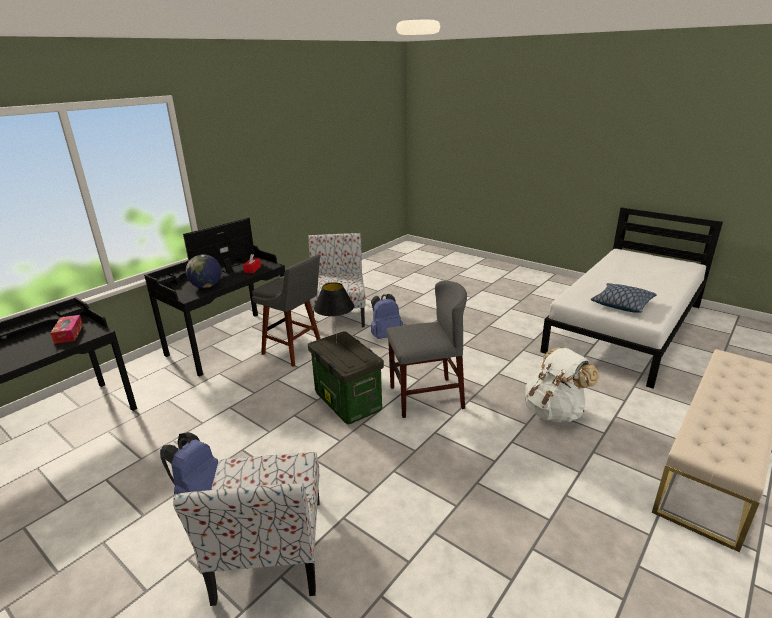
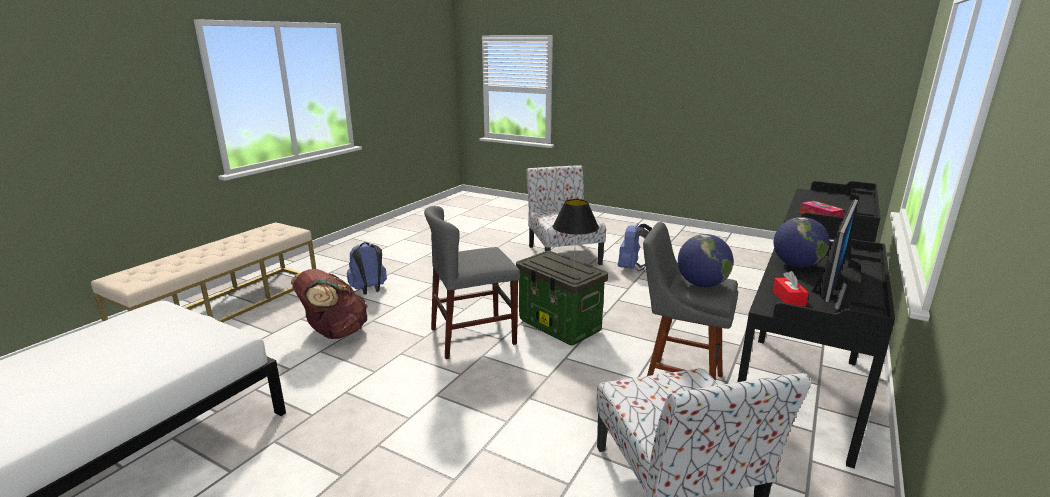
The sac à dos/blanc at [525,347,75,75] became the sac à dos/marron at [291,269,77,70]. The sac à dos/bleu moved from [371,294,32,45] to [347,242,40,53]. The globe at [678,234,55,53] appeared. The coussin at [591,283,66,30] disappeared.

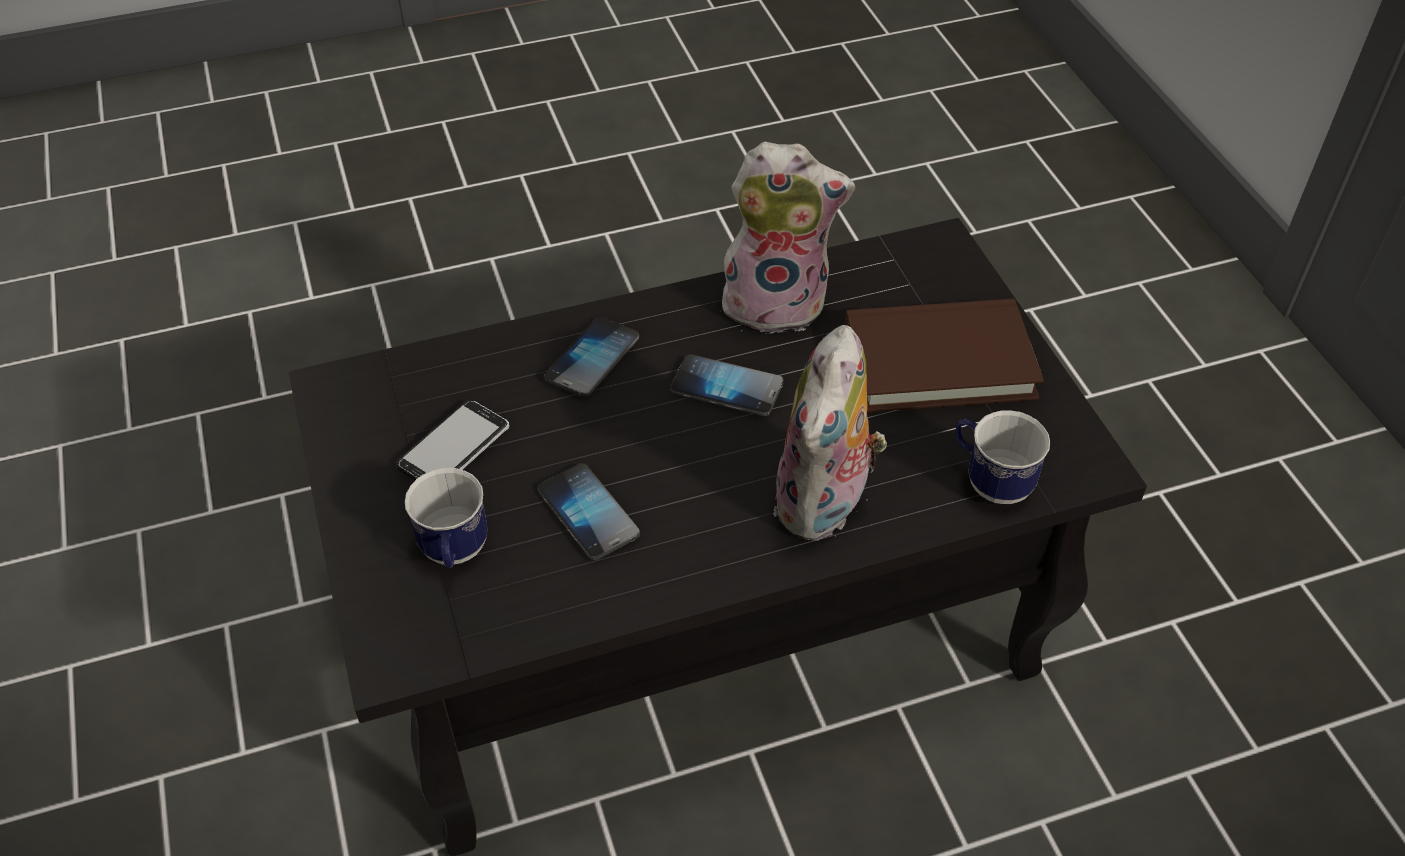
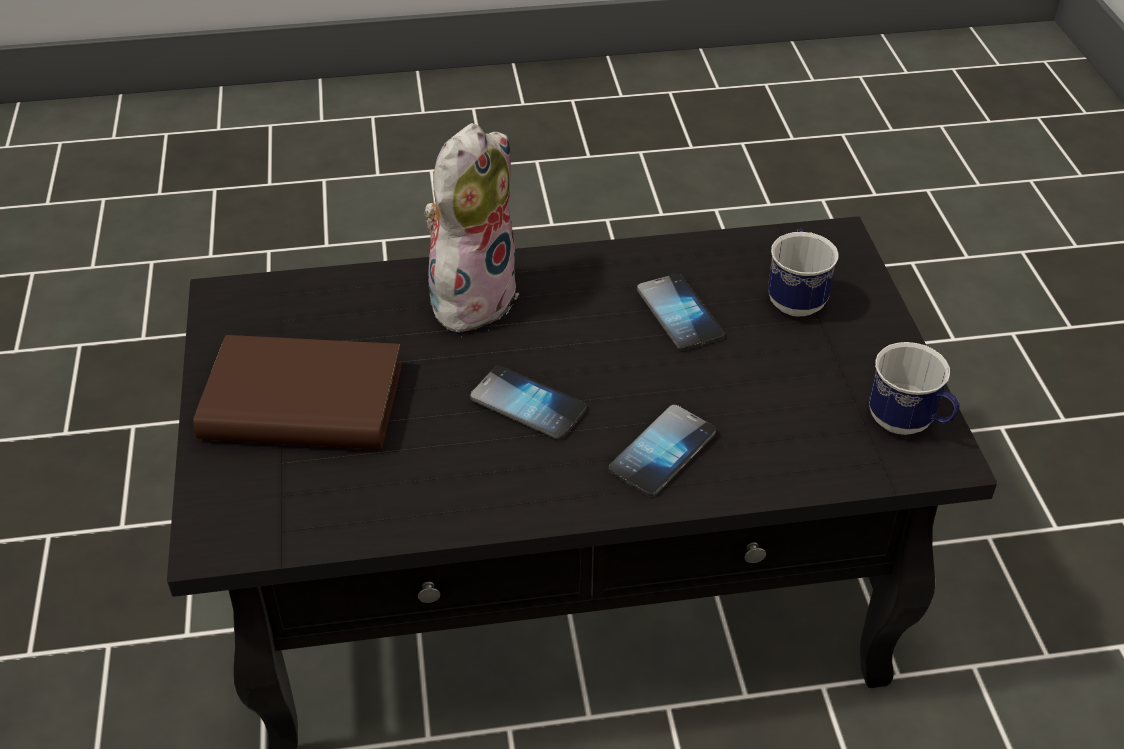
The mug moved from [955,410,95,94] to [869,342,91,93]. The téléphone at [396,400,114,80] disappeared. The peluche at [720,142,135,192] disappeared.

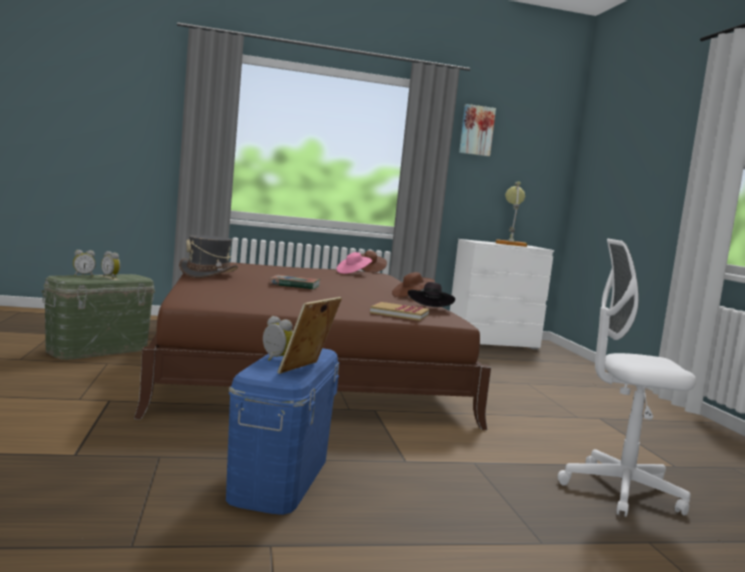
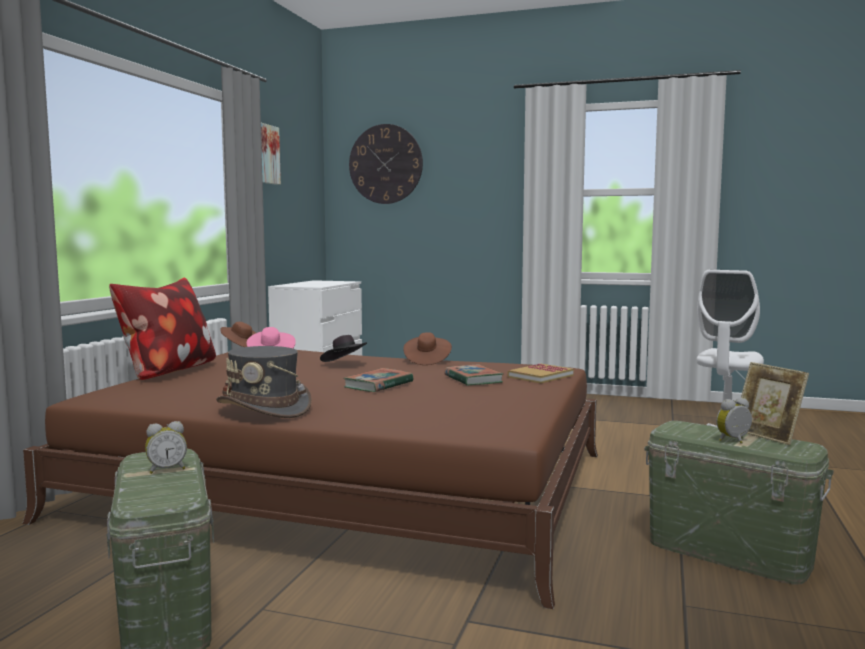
The coussin at [109,277,107,103] appeared. The chapeau/noir moved from [408,282,47,25] to [320,335,47,27]. The horloge murale at [349,124,74,80] appeared. The livre at [444,365,60,21] appeared. The boîte de rangement/bleu at [226,348,113,167] became the boîte de rangement/vert at [644,421,190,164]. The réveil at [73,250,23,27] disappeared. The lampe de table at [495,182,32,65] disappeared.

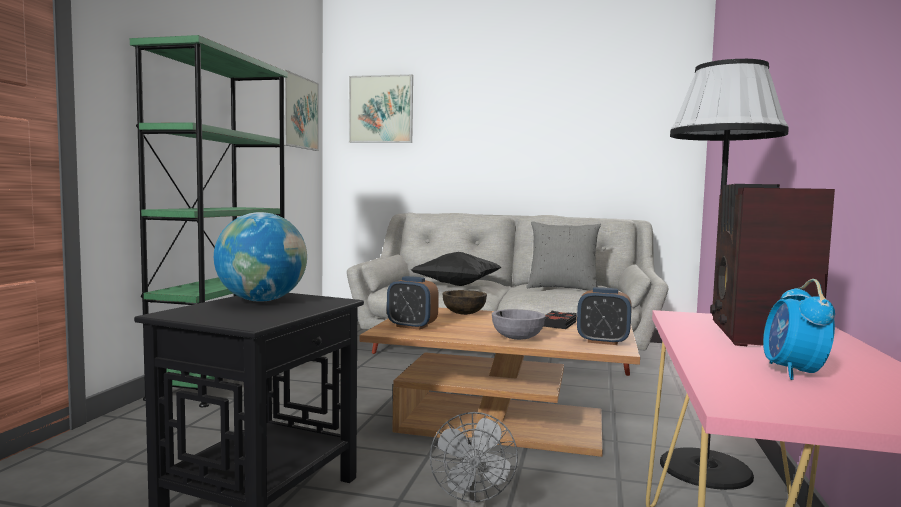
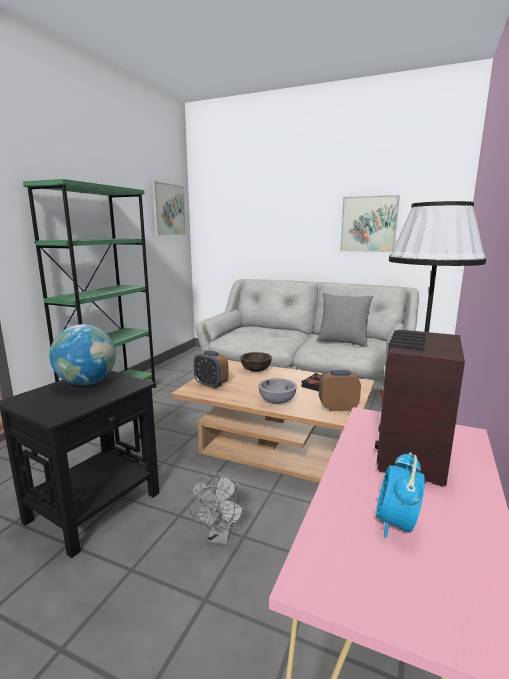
The réveil at [577,287,55,58] turned 150 degrees clockwise. The tableau moved from [349,74,64,69] to [340,195,60,57]. The coussin/noir at [411,252,90,34] disappeared.

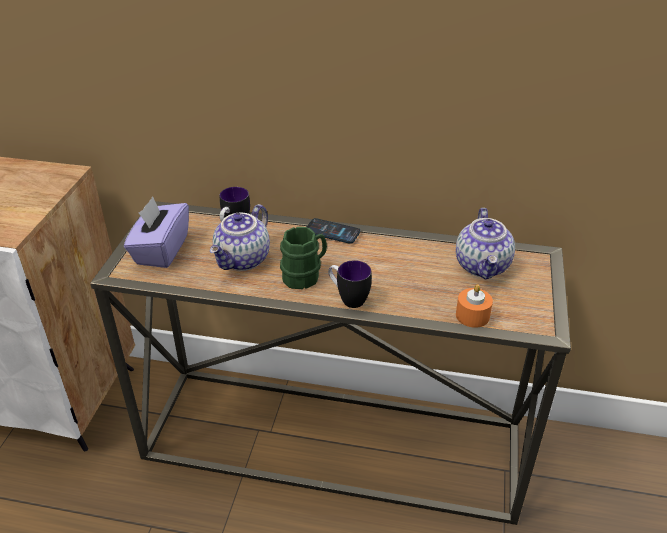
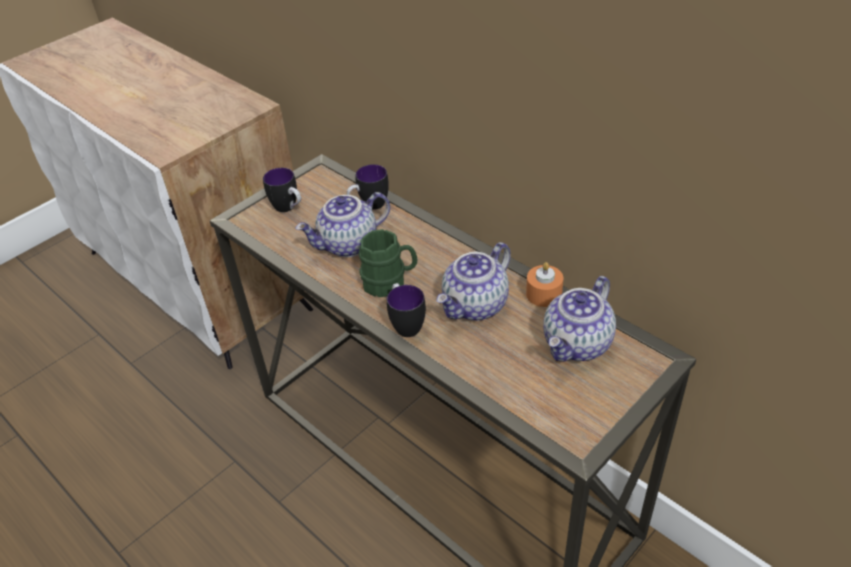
The boîte à mouchoirs/violet at [124,196,65,72] was replaced by the mug at [263,168,38,44]. The théière at [436,242,75,79] appeared. The bougie/orange moved from [456,284,37,44] to [526,262,37,45]. The téléphone at [307,218,53,26] disappeared.

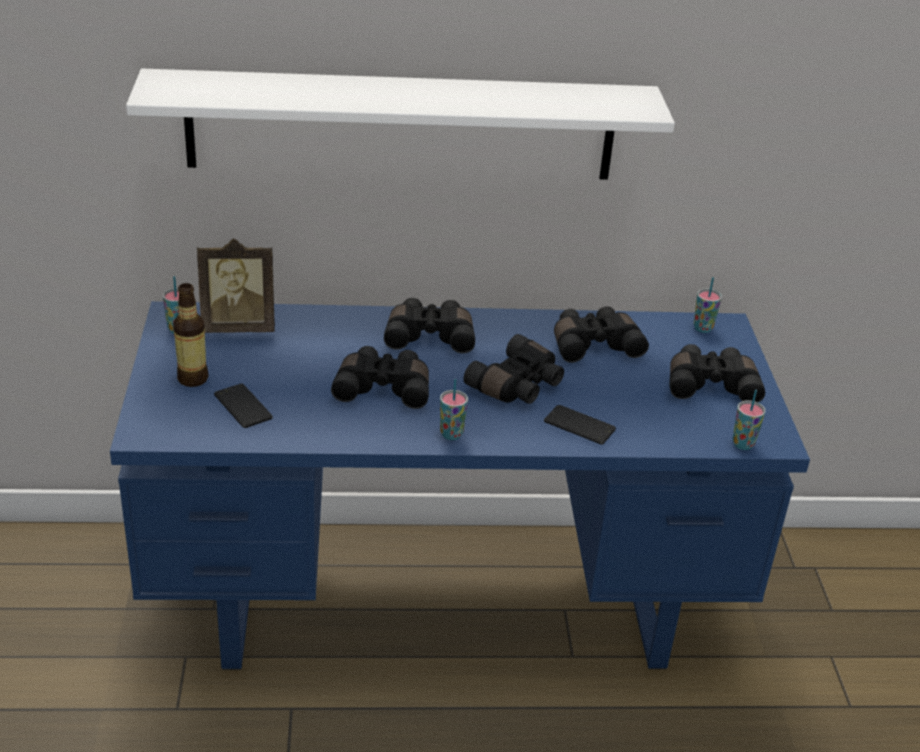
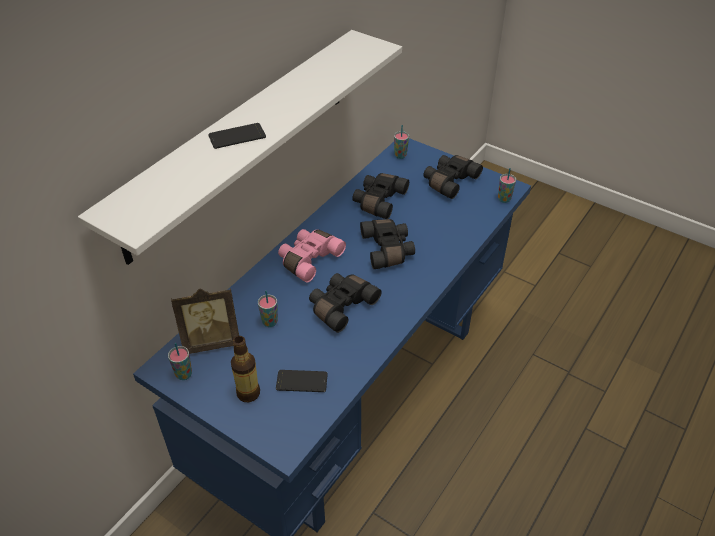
The cadre photo at [197,238,78,95] turned 45 degrees clockwise. The téléphone moved from [544,405,72,40] to [208,123,58,26]. The tasse moved from [440,379,28,61] to [258,290,20,37]. The jumelles/noir at [384,298,91,55] became the jumelles/rose at [278,229,68,53].

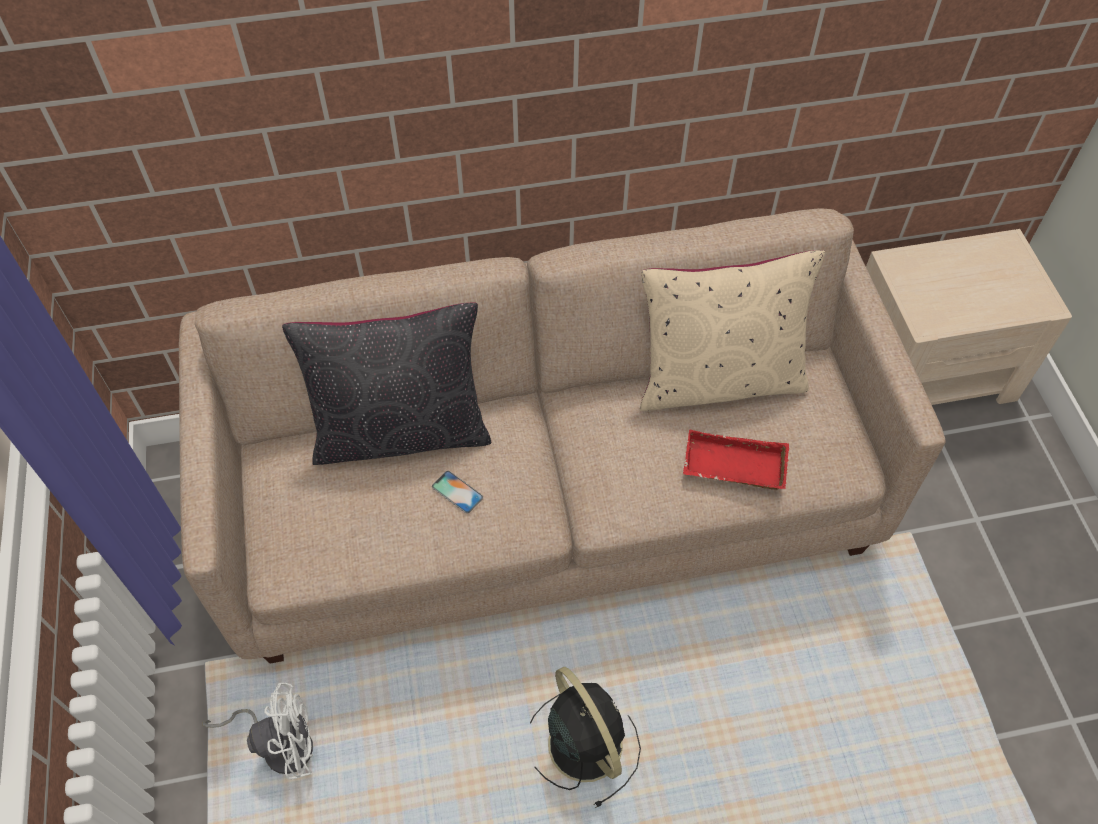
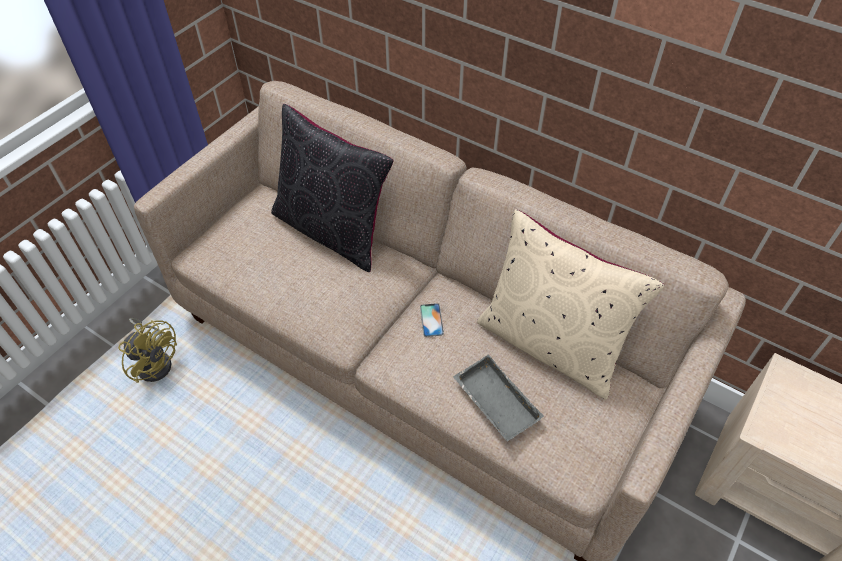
The ventilateur/blanc at [202,683,111,97] became the ventilateur/jaune at [118,318,59,65]. The téléphone moved from [432,471,51,42] to [420,303,24,34]. The plateau/rouge at [683,430,106,60] became the plateau/gris at [453,354,91,88]. The ventilateur/noir at [530,667,111,141] disappeared.

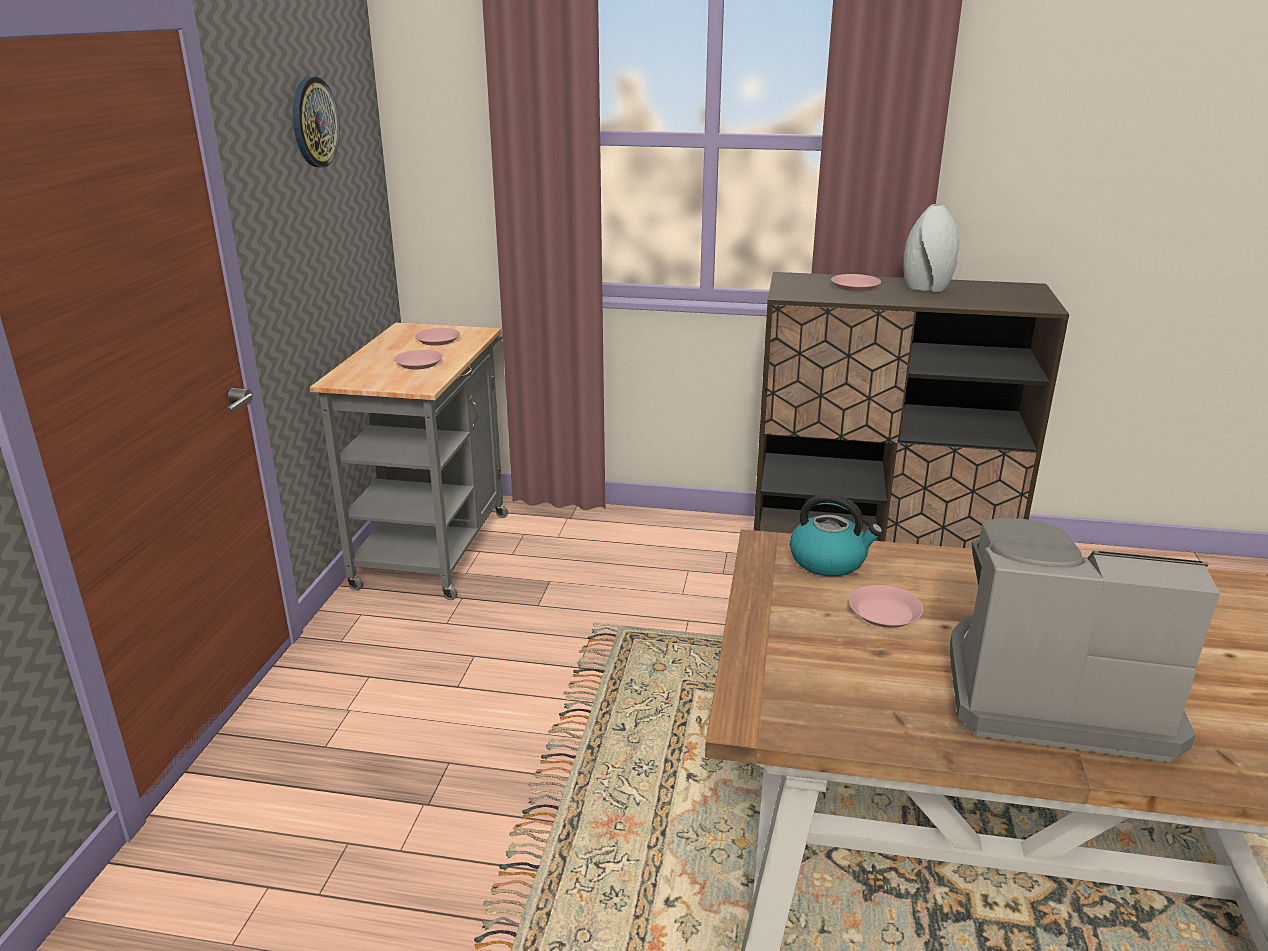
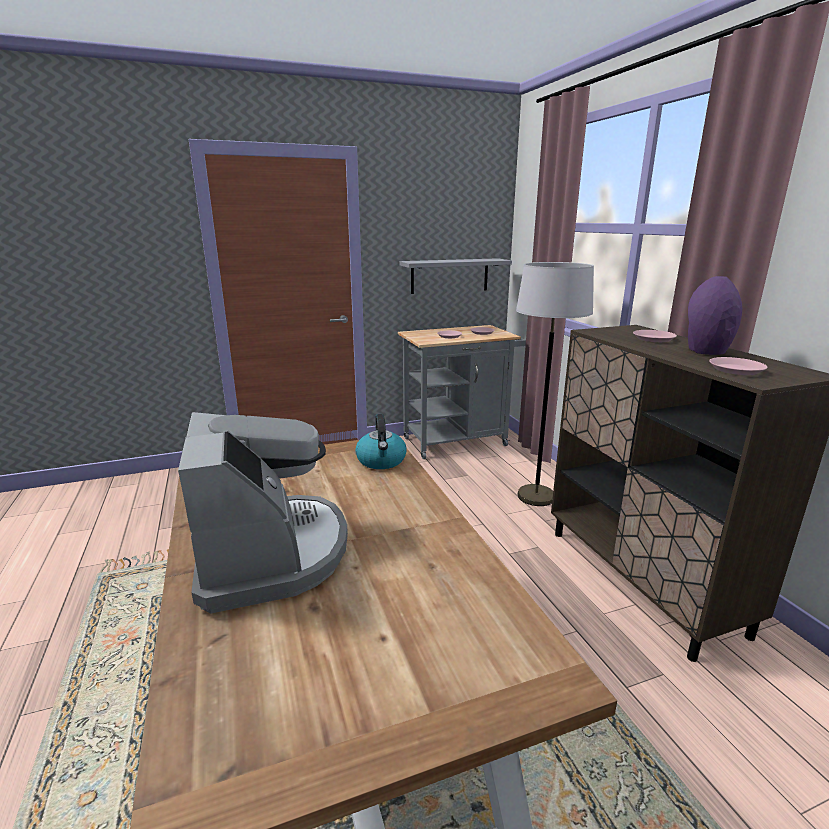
The étagère/gris at [399,258,113,36] appeared. The lampadaire/gris at [516,262,78,244] appeared. The vase/gris at [903,204,57,88] became the vase/violet at [688,276,54,79]. The assiette/rose moved from [849,585,74,43] to [709,357,59,18]. The horloge murale at [293,76,47,91] disappeared.

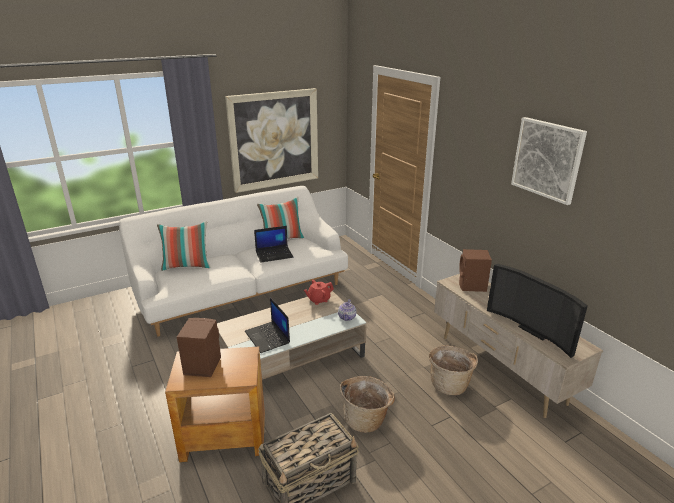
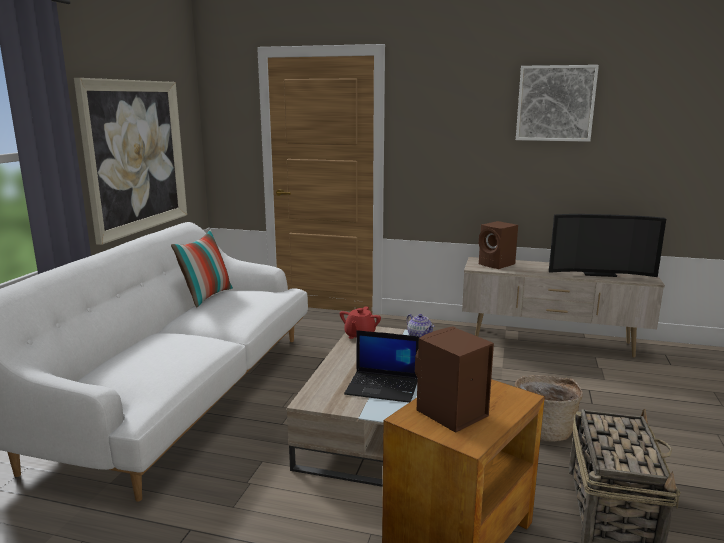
The coussin at [157,221,54,50] disappeared. The ordinateur portable at [254,226,39,37] disappeared. The panier at [429,345,49,50] disappeared.

